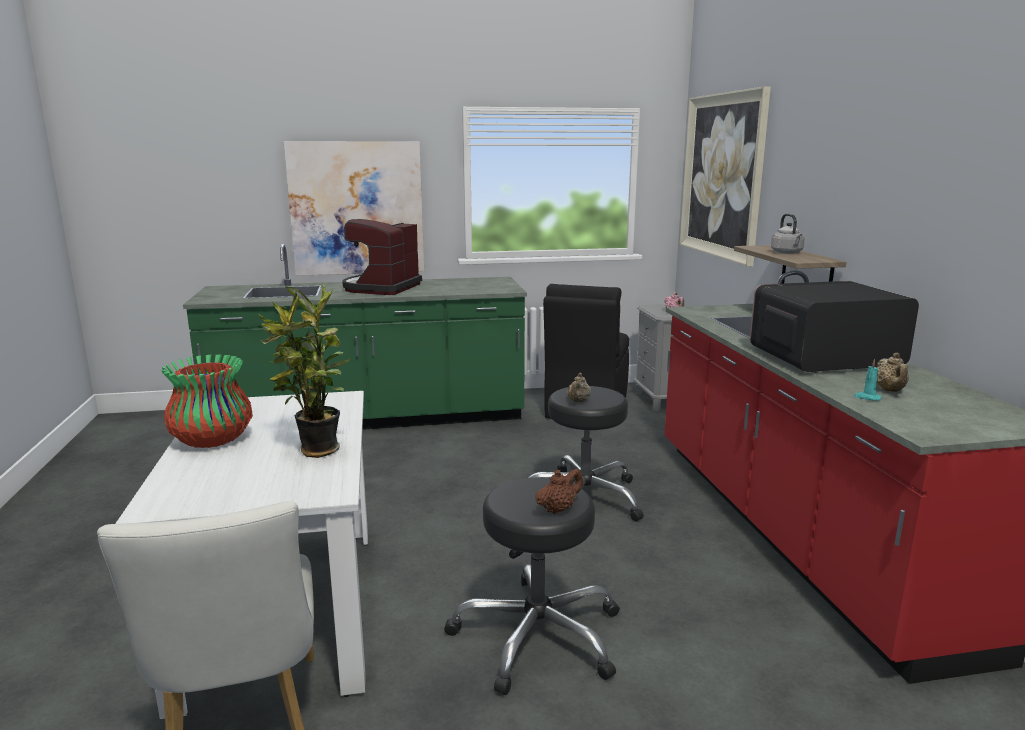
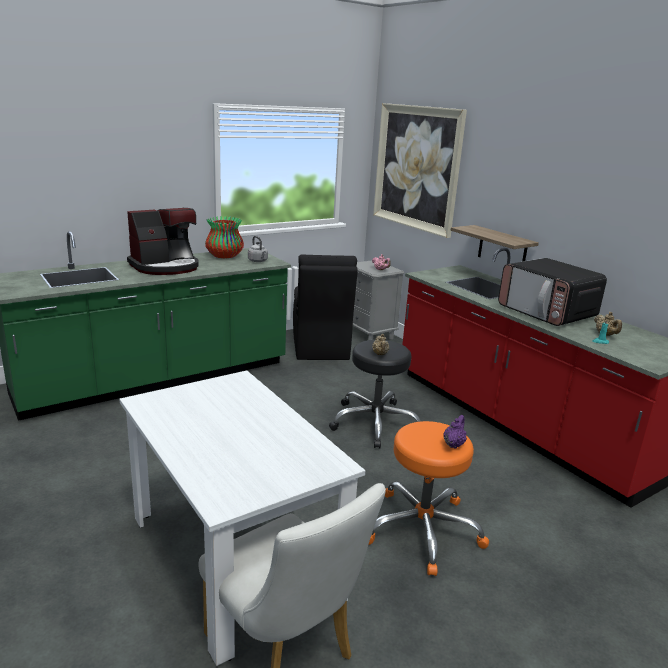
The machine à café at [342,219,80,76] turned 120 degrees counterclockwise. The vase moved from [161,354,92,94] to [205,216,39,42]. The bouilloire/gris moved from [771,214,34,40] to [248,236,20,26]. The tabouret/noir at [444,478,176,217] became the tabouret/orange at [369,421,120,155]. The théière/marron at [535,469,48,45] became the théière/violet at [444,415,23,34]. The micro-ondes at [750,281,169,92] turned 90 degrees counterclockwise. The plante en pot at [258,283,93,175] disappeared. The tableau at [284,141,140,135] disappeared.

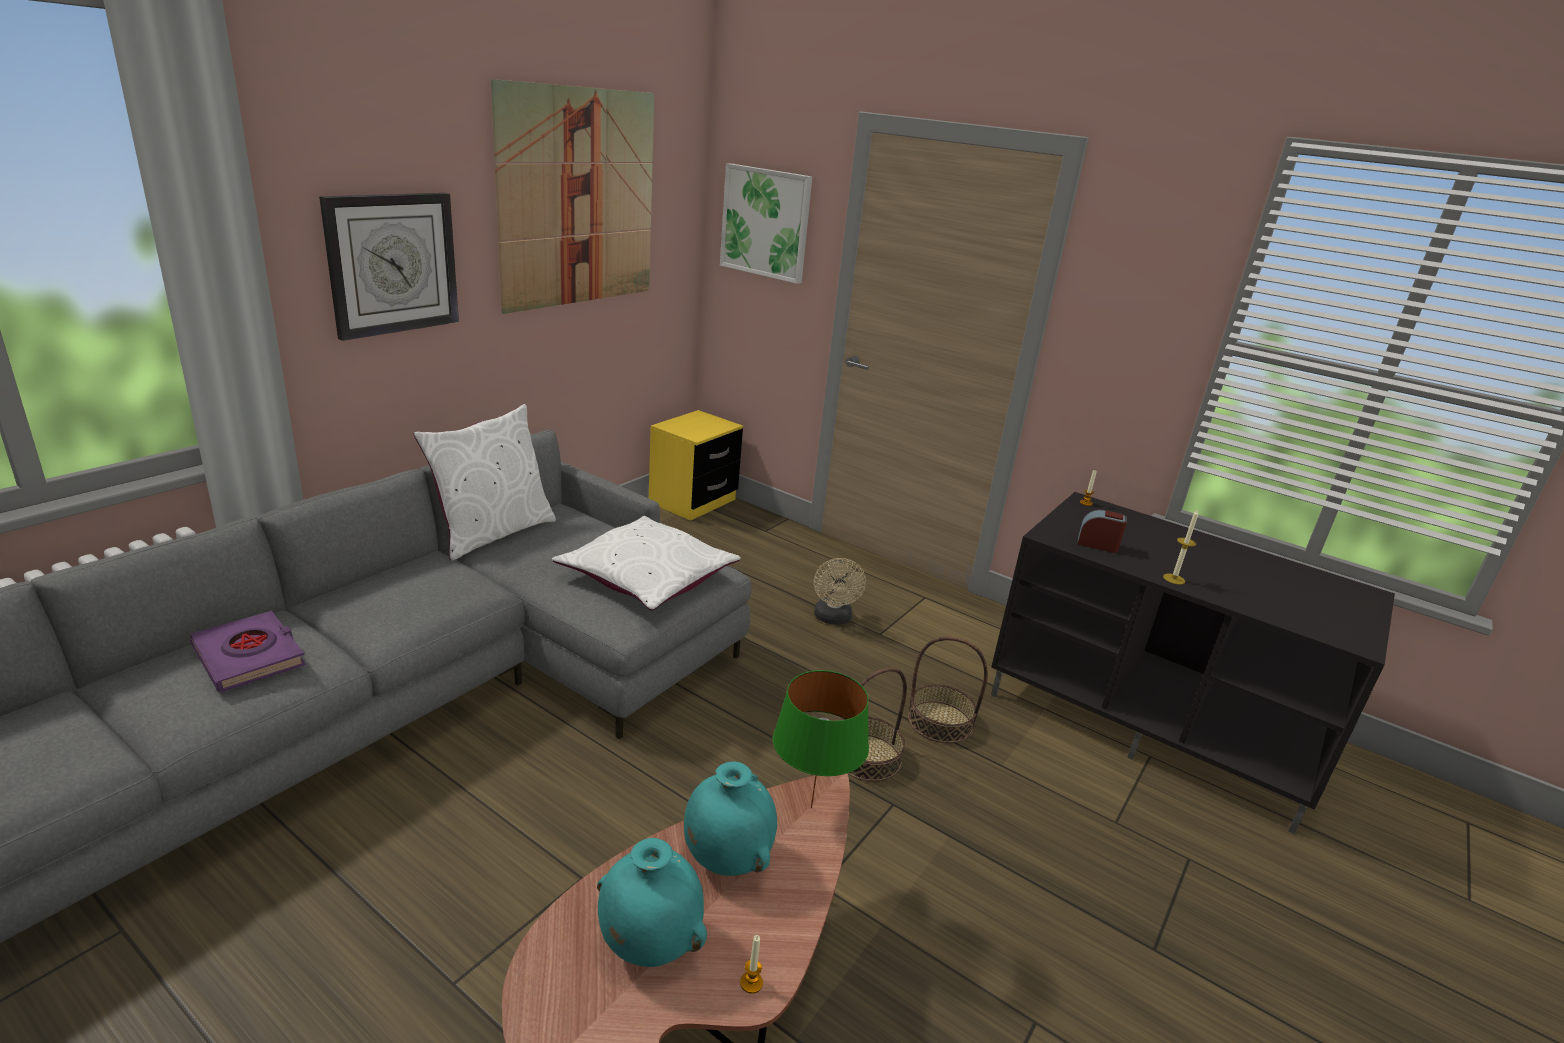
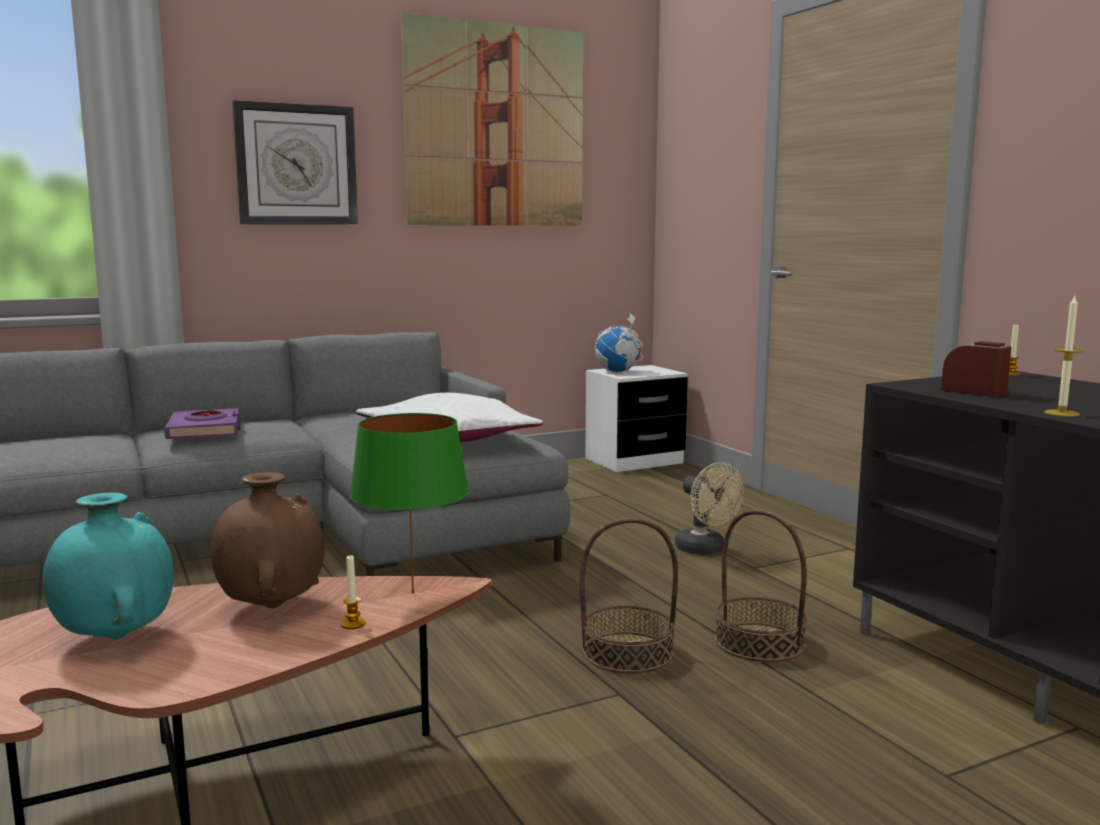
The livre/violet moved from [189,611,117,82] to [164,408,77,31]. The vase/turquoise at [684,762,93,114] became the vase/marron at [210,472,115,136]. The bougie moved from [740,935,23,59] to [340,555,26,74]. The table de chevet/jaune at [649,410,94,111] became the table de chevet/blanc at [585,365,103,107]. The globe at [595,313,48,59] appeared. The ventilateur/beige at [814,558,52,67] turned 60 degrees counterclockwise. The coussin/blanc at [413,404,143,156] disappeared. The tableau at [720,163,92,121] disappeared.

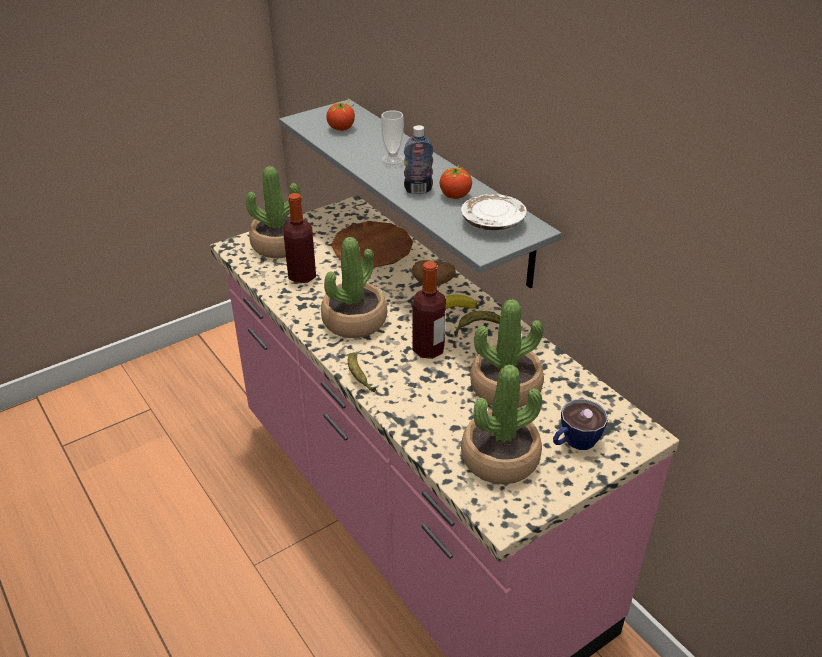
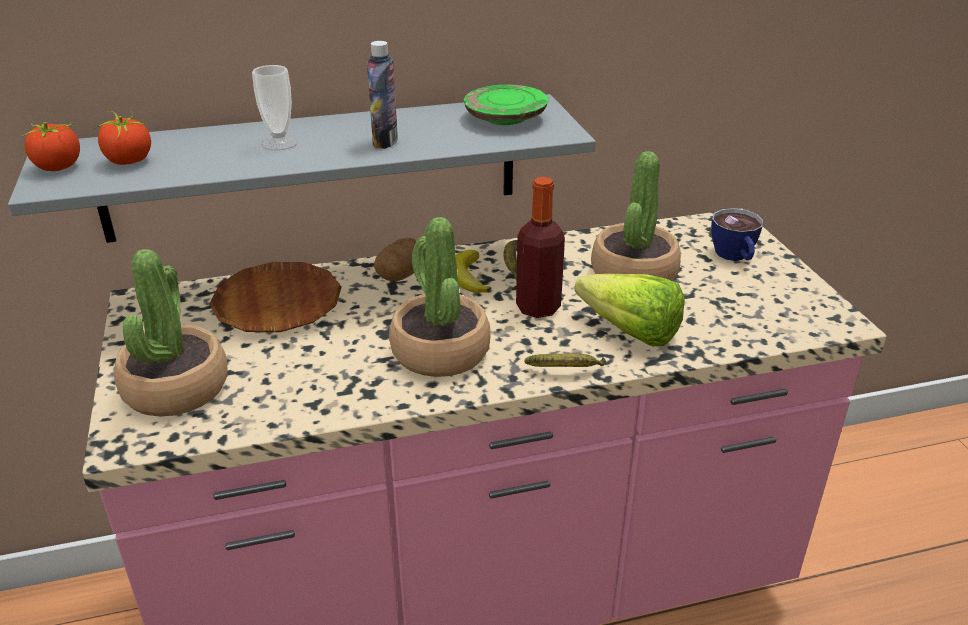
The tomate moved from [440,164,32,35] to [22,122,58,49]. The assiette/blanc at [461,194,66,37] became the assiette/vert at [464,85,85,40]. The laitue at [575,274,110,73] appeared. The bouteille at [284,193,32,90] disappeared. The plante en pot at [461,364,81,120] disappeared.

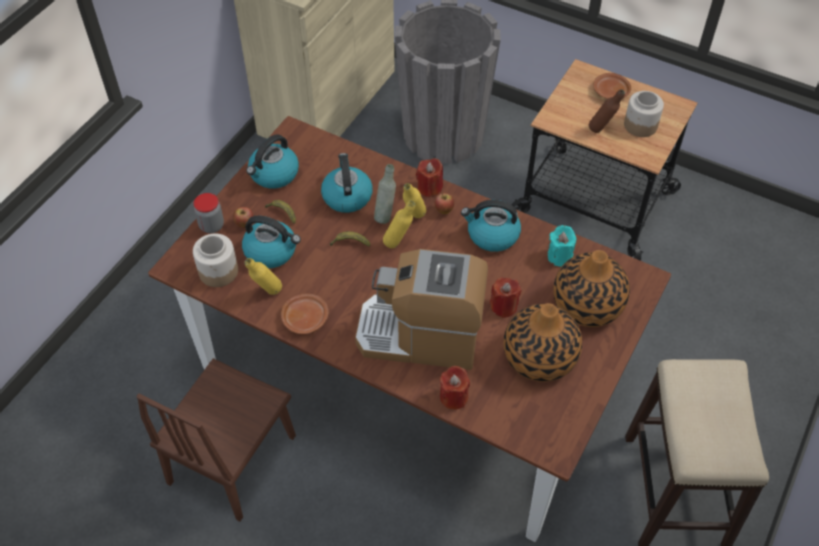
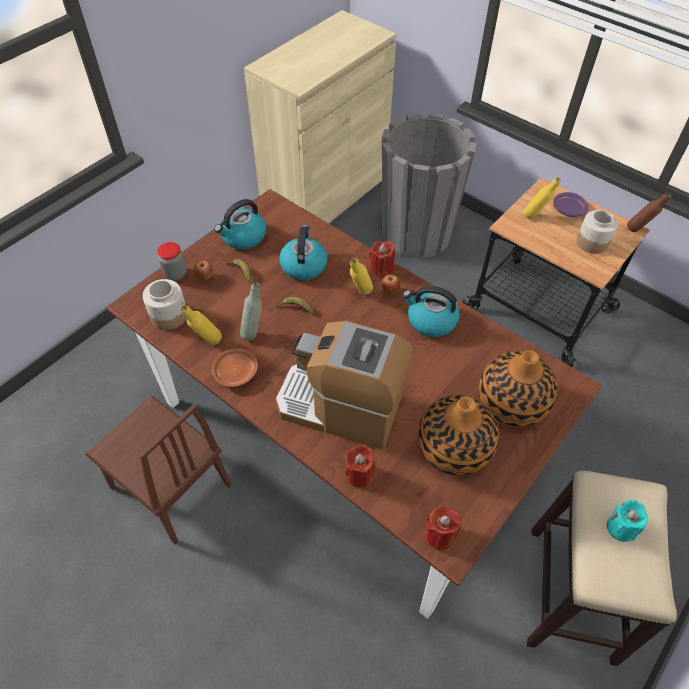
The chaise/marron at [136,358,160,164] turned 90 degrees counterclockwise. The bouteille/gris moved from [374,164,22,60] to [240,282,22,58]. The bougie/rouge moved from [490,277,31,41] to [424,506,38,44]. The bouteille/jaune moved from [383,201,32,47] to [523,177,38,42]. The assiette/marron at [593,73,38,26] became the assiette/violet at [553,192,36,25]. The bougie/turquoise moved from [547,225,29,42] to [607,500,41,42]. The bouteille/marron moved from [589,89,36,44] to [627,193,44,39]. The bouilloire at [242,216,59,52] disappeared.

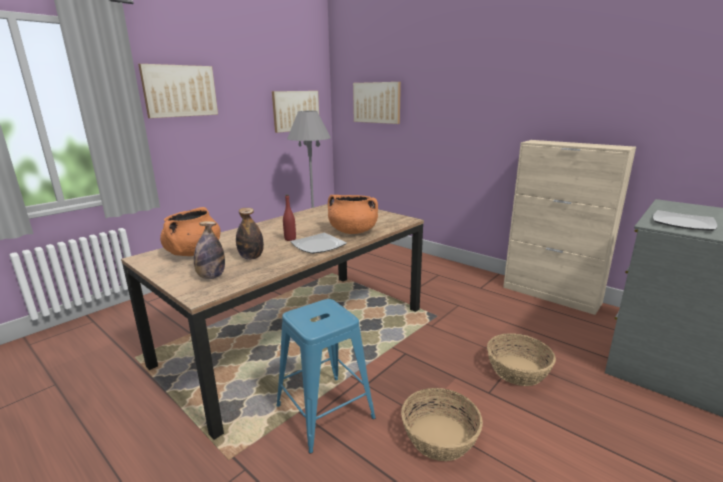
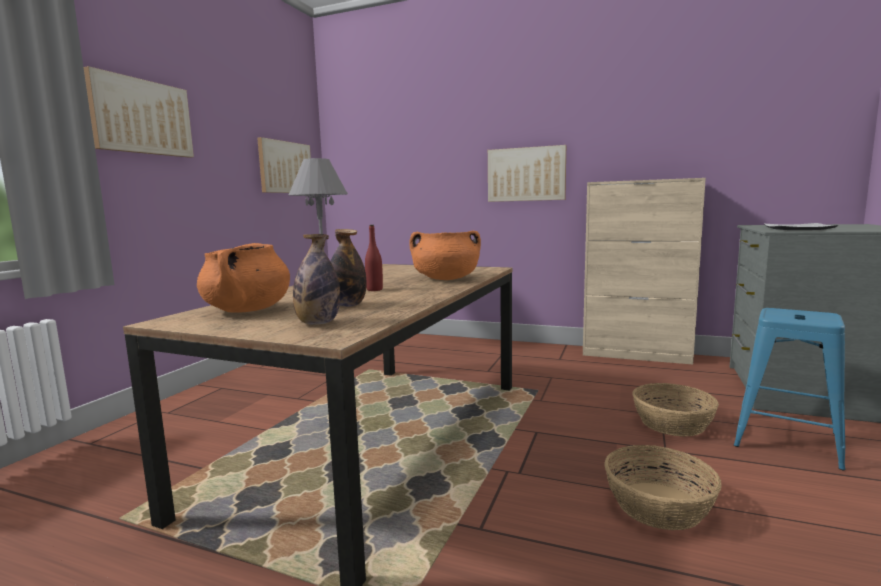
The tableau moved from [353,82,48,42] to [488,145,78,57]. The tabouret/bleu moved from [277,299,99,154] to [734,308,111,162]. The assiette at [290,233,57,21] disappeared.

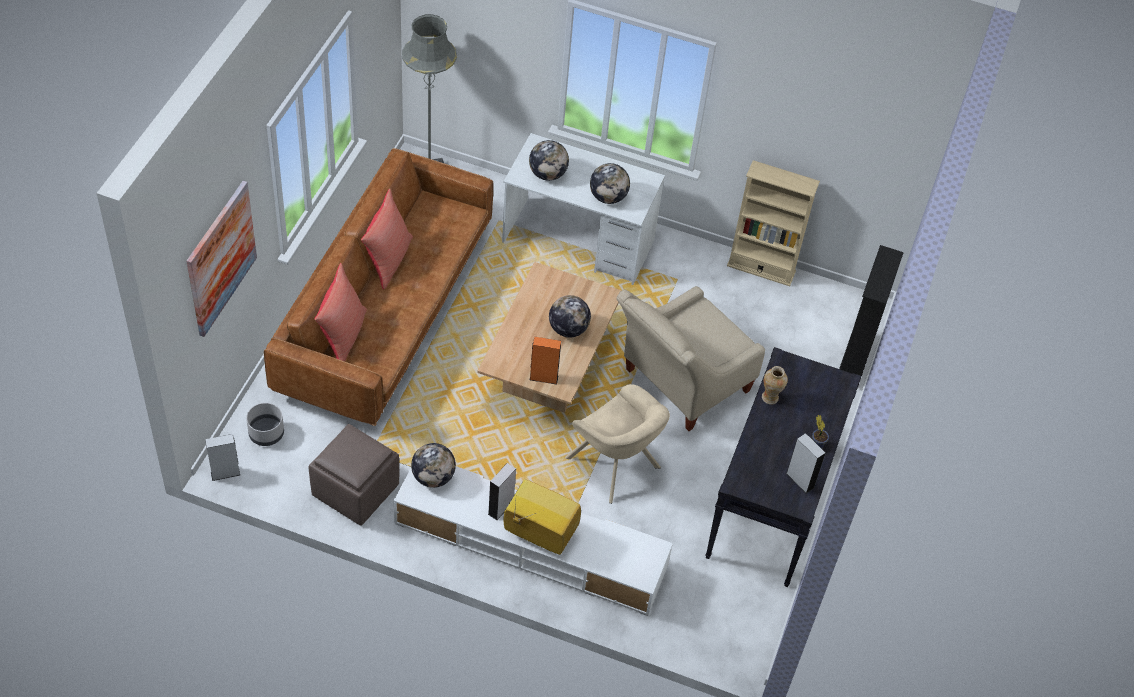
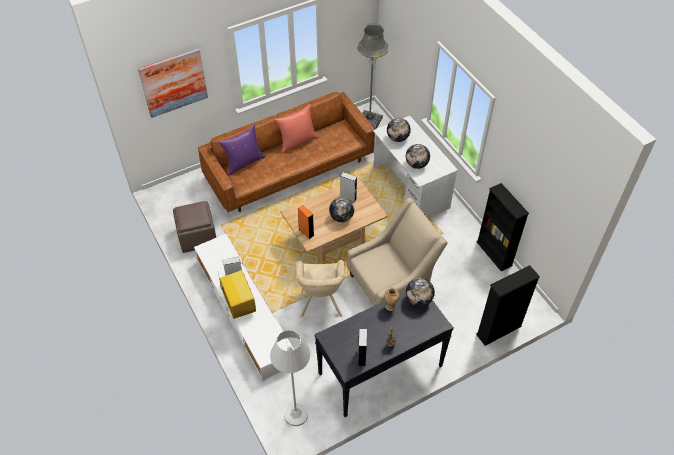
The coussin/rouge at [315,263,52,98] became the coussin/violet at [219,124,46,51]. The lampadaire/blanc at [270,330,40,96] appeared. The enceinte/gris moved from [205,434,35,47] to [340,172,17,31]. The fauteuil/beige at [617,286,148,145] turned 150 degrees clockwise. The globe moved from [411,443,45,45] to [406,278,29,29]. The bibliothèque/beige at [727,160,93,126] became the bibliothèque/noir at [476,183,53,88]. The cache-pot/gris at [246,403,38,43] disappeared.

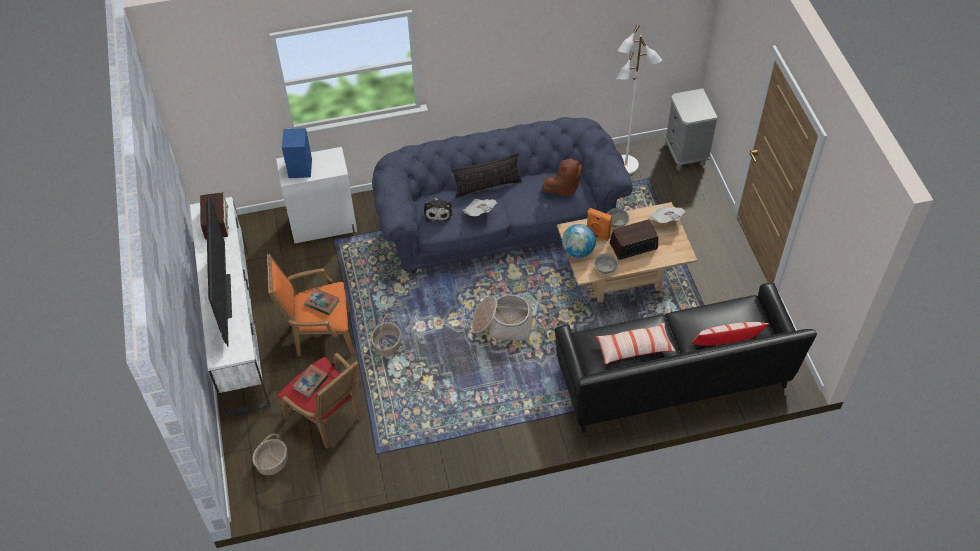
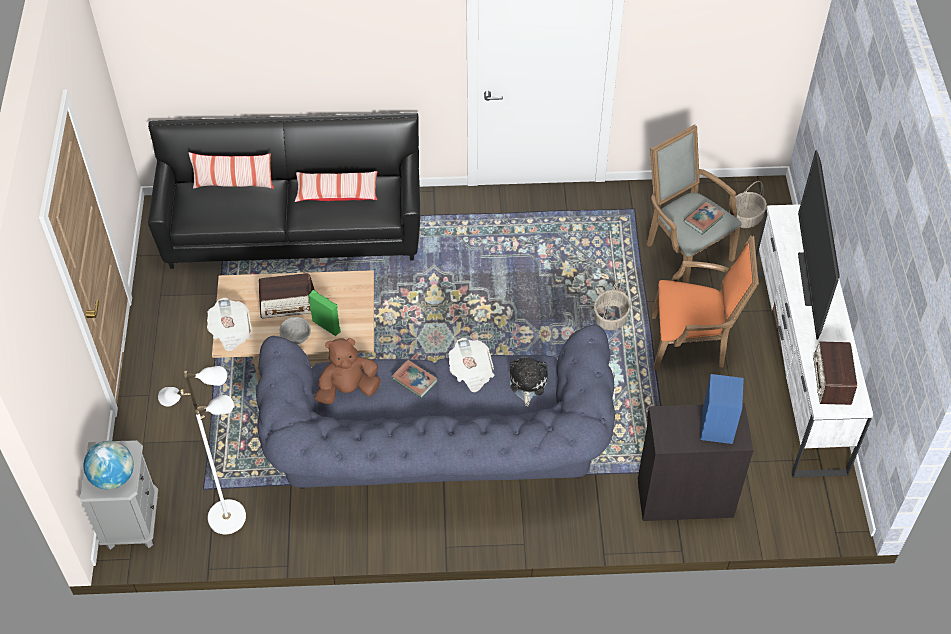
The globe moved from [562,224,34,34] to [83,441,51,49]. The enceinte/orange at [587,208,25,33] became the enceinte/vert at [309,290,32,46]. The livre moved from [304,288,36,27] to [392,360,46,38]. The meuble de rangement/blanc at [276,147,81,96] became the meuble de rangement/noir at [638,403,116,118]. The fauteuil/rouge at [277,353,85,96] became the fauteuil/gris at [647,124,95,159]. The coussin at [452,153,70,45] disappeared. The panier at [472,295,61,49] disappeared. The bol/gris at [594,253,24,21] disappeared.

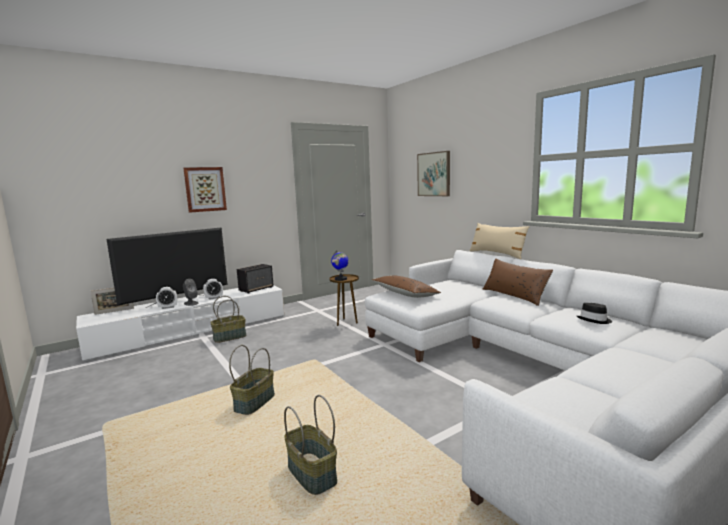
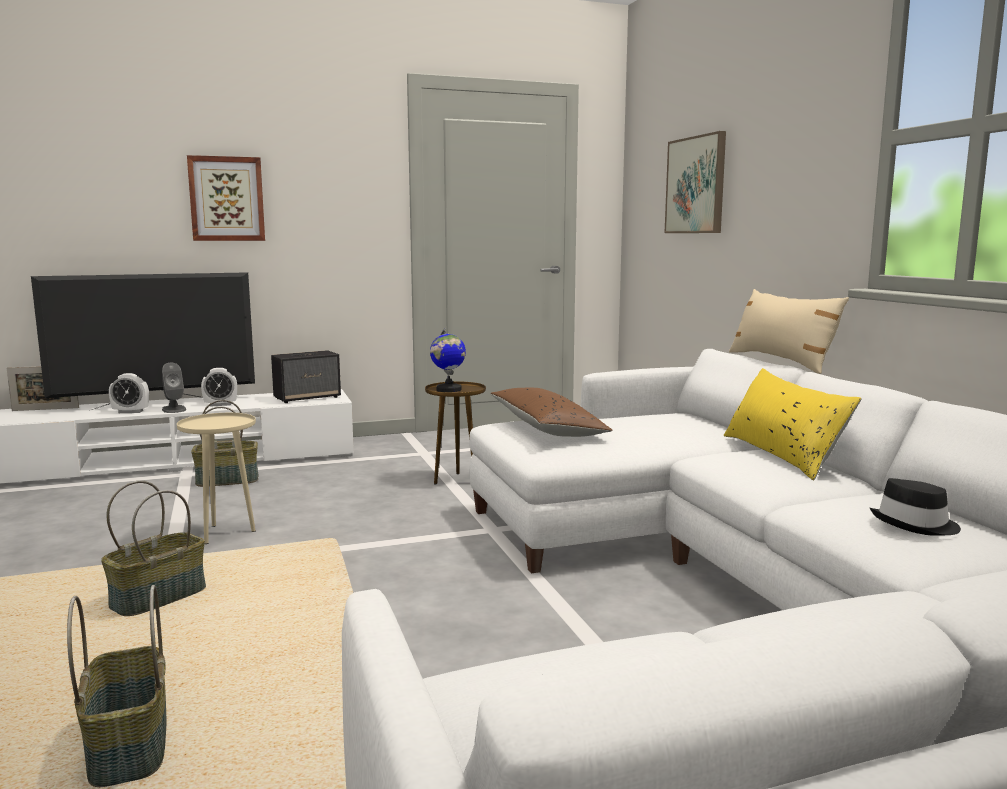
The table d'appoint/beige at [177,413,79,131] appeared. The coussin/marron at [483,259,70,47] became the coussin/jaune at [723,368,139,113].

